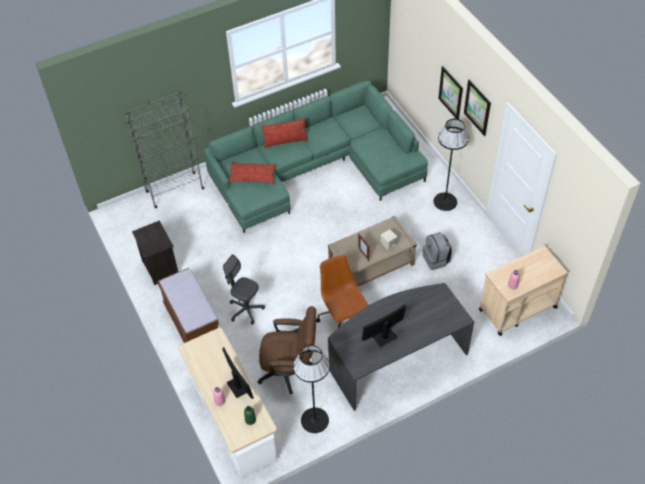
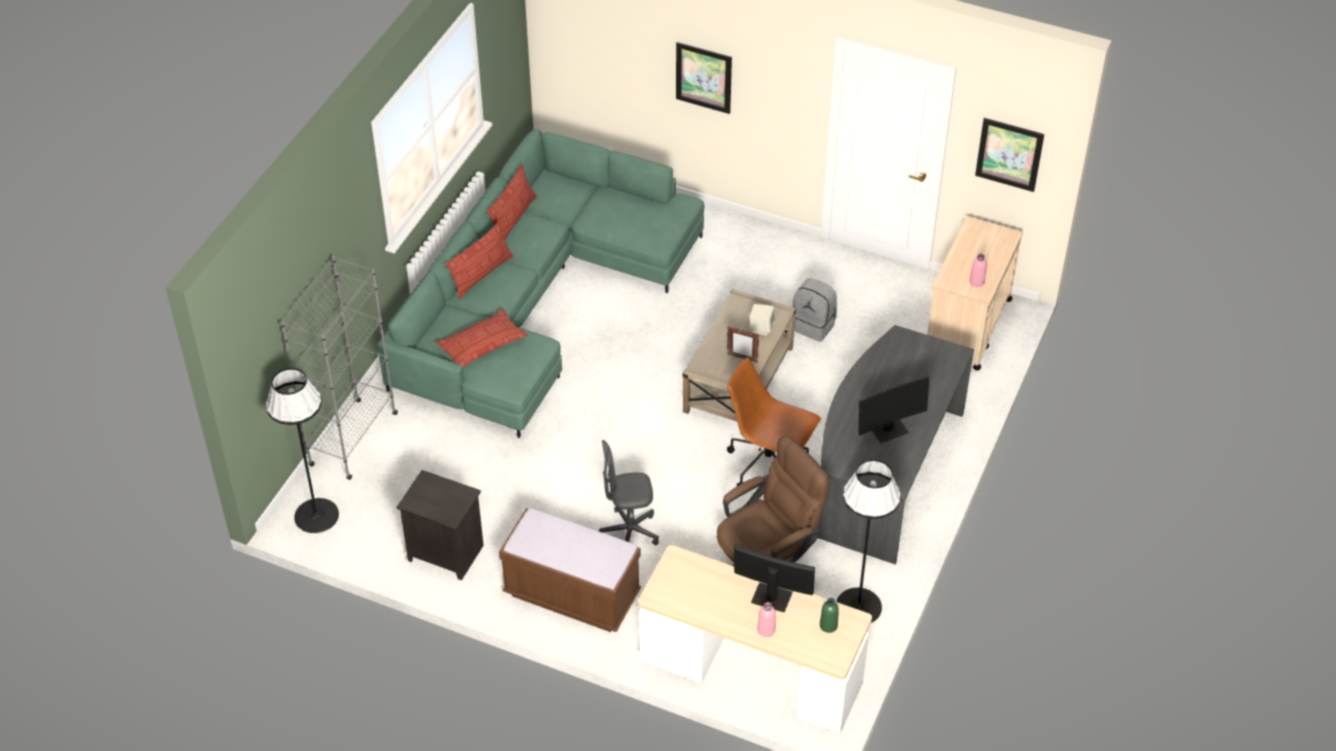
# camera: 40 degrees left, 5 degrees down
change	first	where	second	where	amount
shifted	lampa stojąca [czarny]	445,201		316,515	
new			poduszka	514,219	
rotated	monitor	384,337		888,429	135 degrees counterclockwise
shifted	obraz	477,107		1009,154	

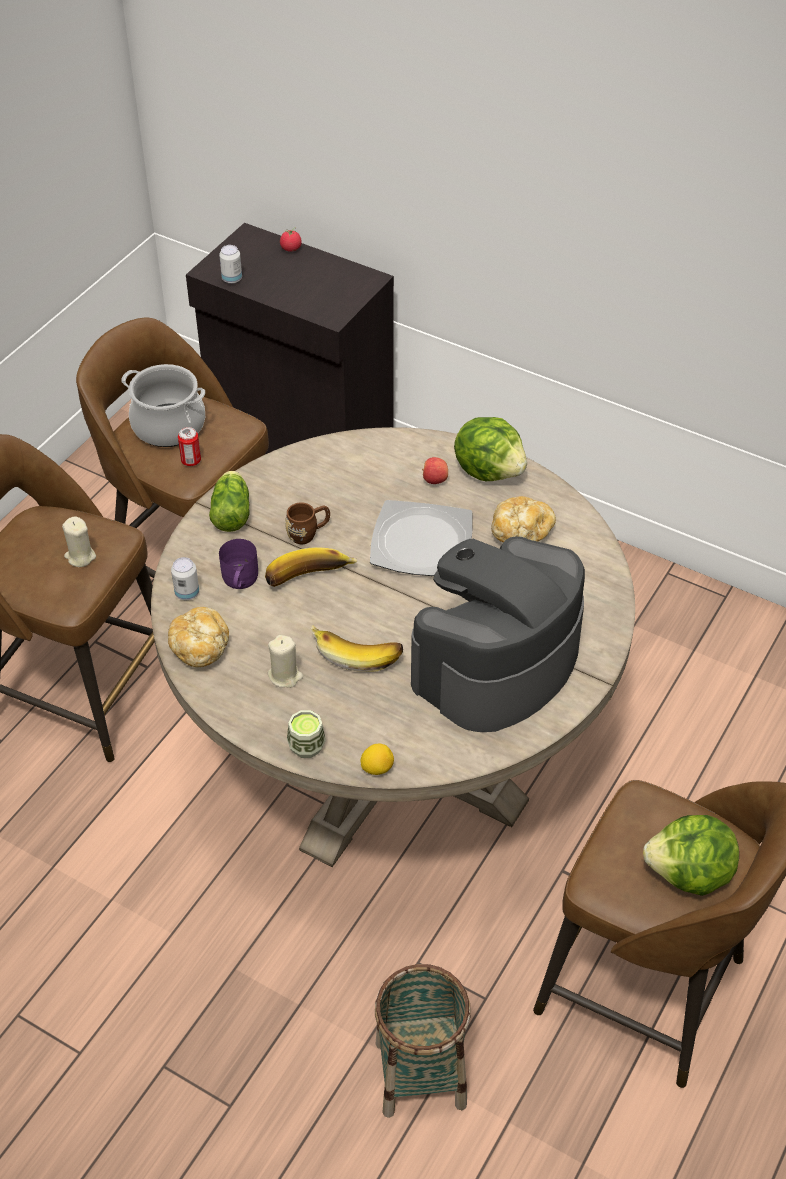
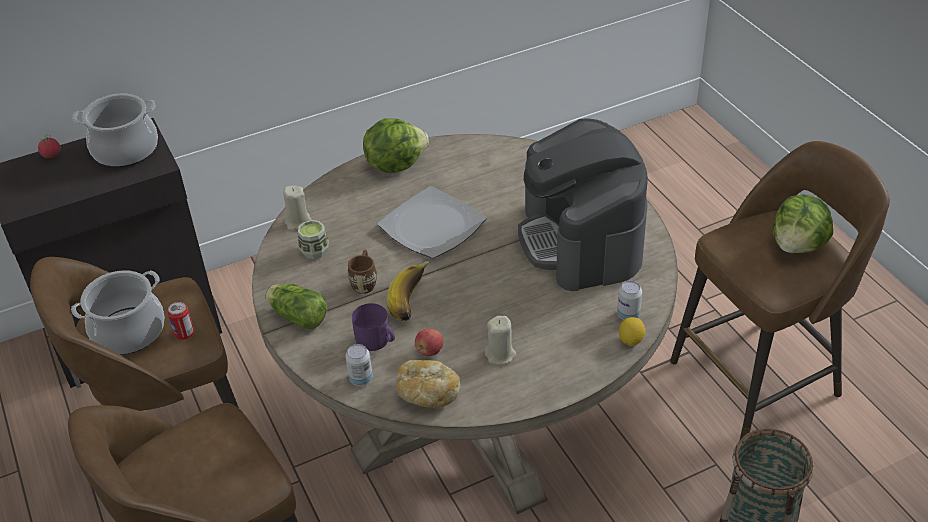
# camera: 55 degrees left, 5 degrees down
change	first	where	second	where	amount
new			garnek	126,150	
shifted	świeca [beżowy]	80,556		298,222	
shifted	filiżanka	306,746		314,251	
shifted	jabłko	434,480		429,351	
shifted	puszka	232,279		628,315	
gone	banan	358,652			
gone	chleb	521,532			

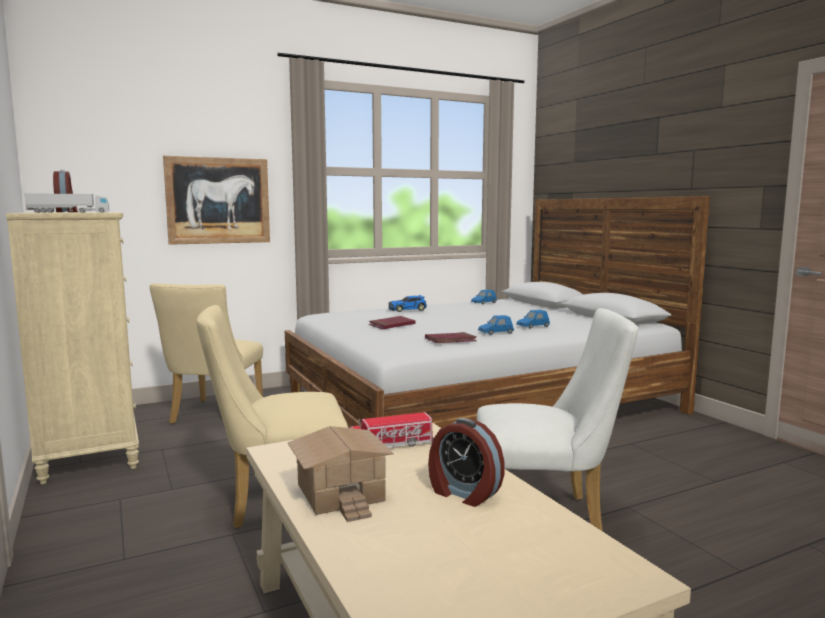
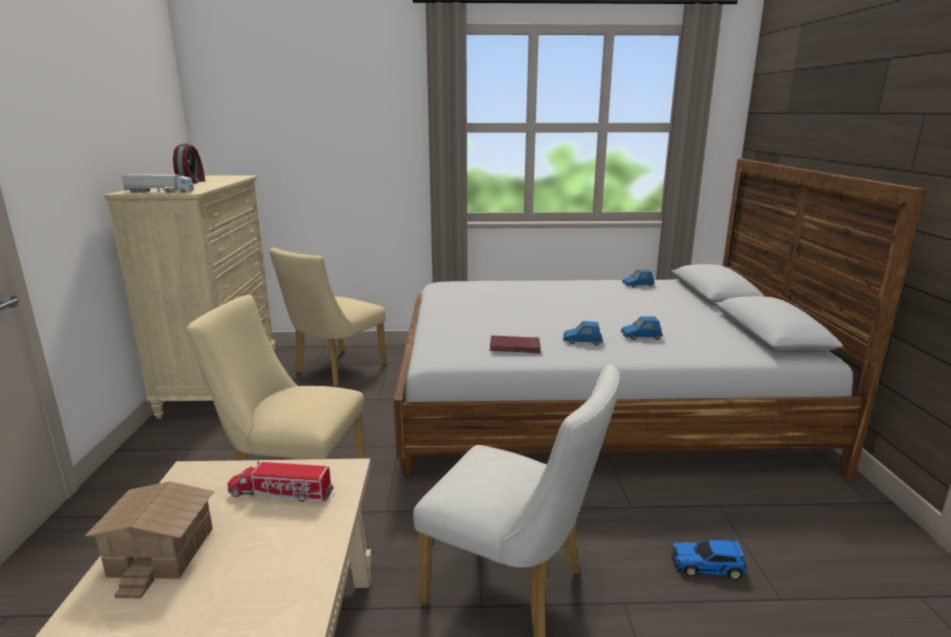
# camera: 25 degrees right, 10 degrees up
change	first	where	second	where	amount
shifted	samochodzik	408,310		708,566	
gone	obraz	218,200			
gone	książka [czerwony]	392,325			
gone	budzik	463,493			

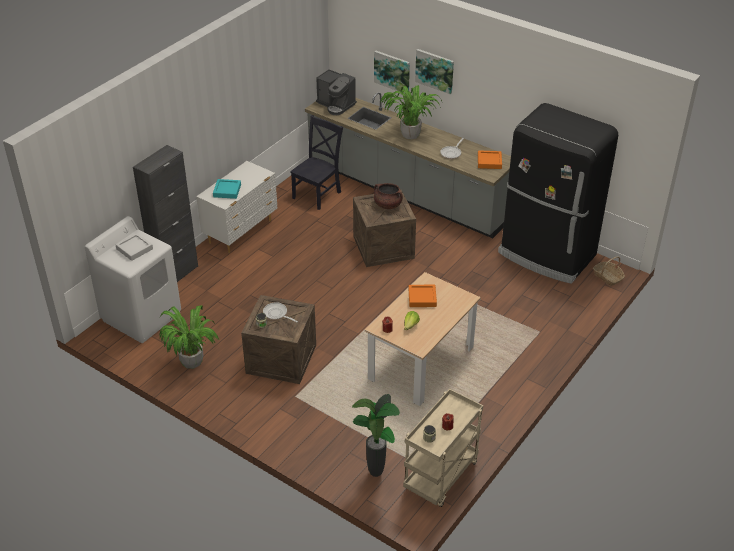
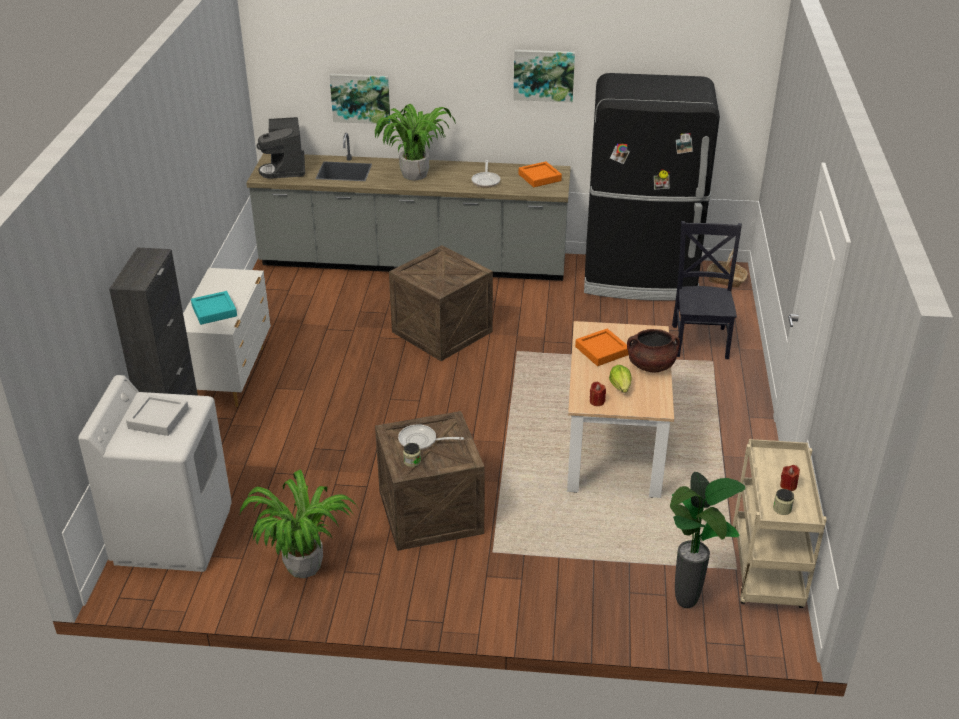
# camera: 30 degrees left, 5 degrees down
change	first	where	second	where	amount
rotated	ekspres do kawy	336,105		286,168	75 degrees clockwise
shifted	obraz	435,70		543,75	
shifted	garnek [brązowy]	387,205		651,366	
shifted	krzesło [czarny]	318,194		700,339	

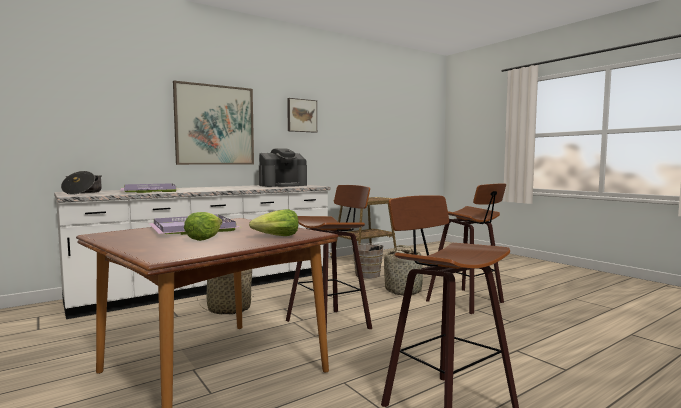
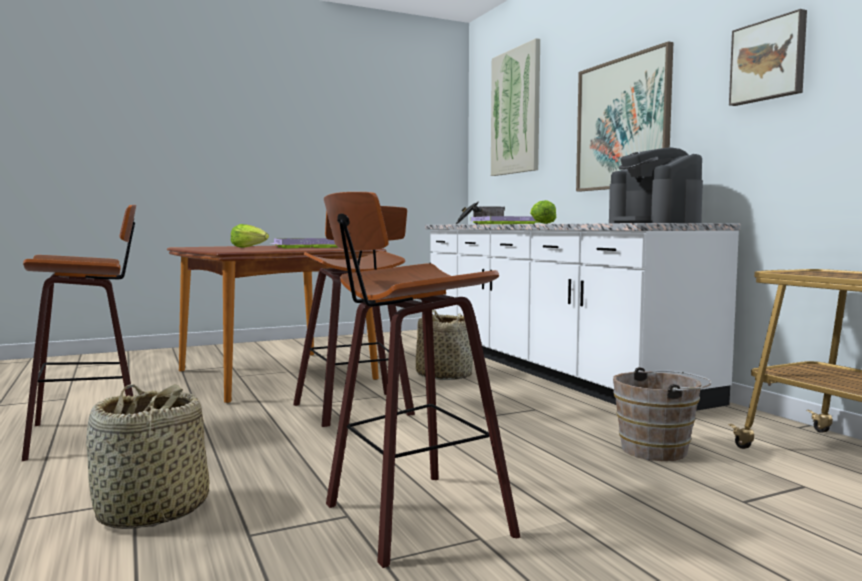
# camera: 100 degrees right, 0 degrees up
change	first	where	second	where	amount
shifted	koszyk	403,291		151,511	
new			obraz	516,111	
shifted	sałata	277,236		541,223	

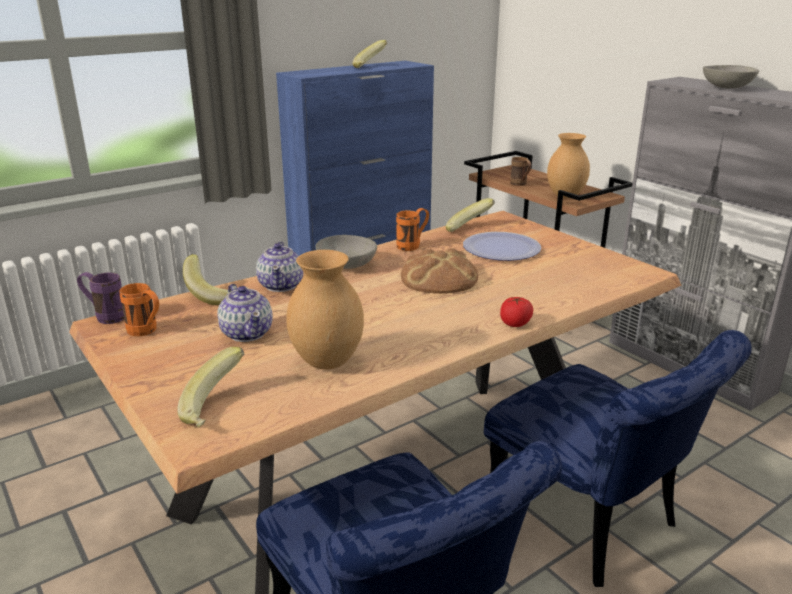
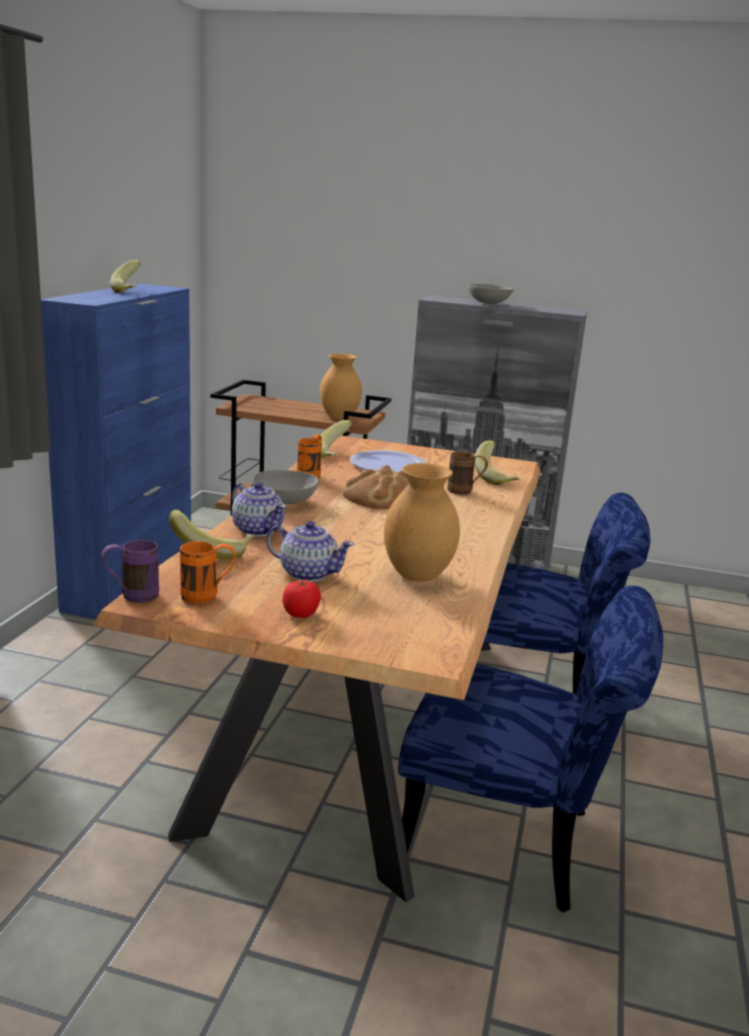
# camera: 40 degrees left, 5 degrees down
change	first	where	second	where	amount
shifted	pomidor	515,323		300,613	
shifted	kubek [brązowy]	520,184		465,492	
shifted	banan	216,409		497,478	

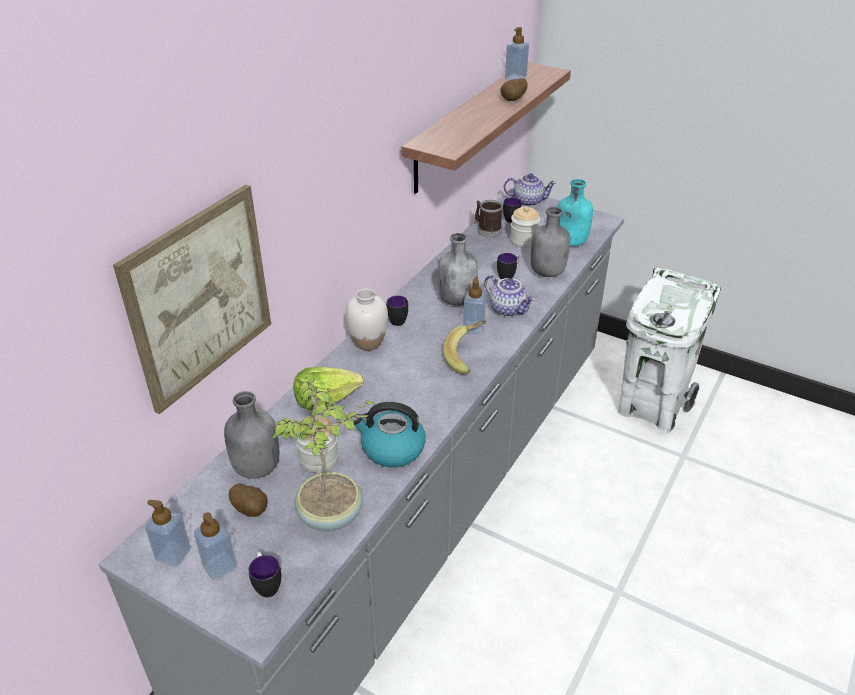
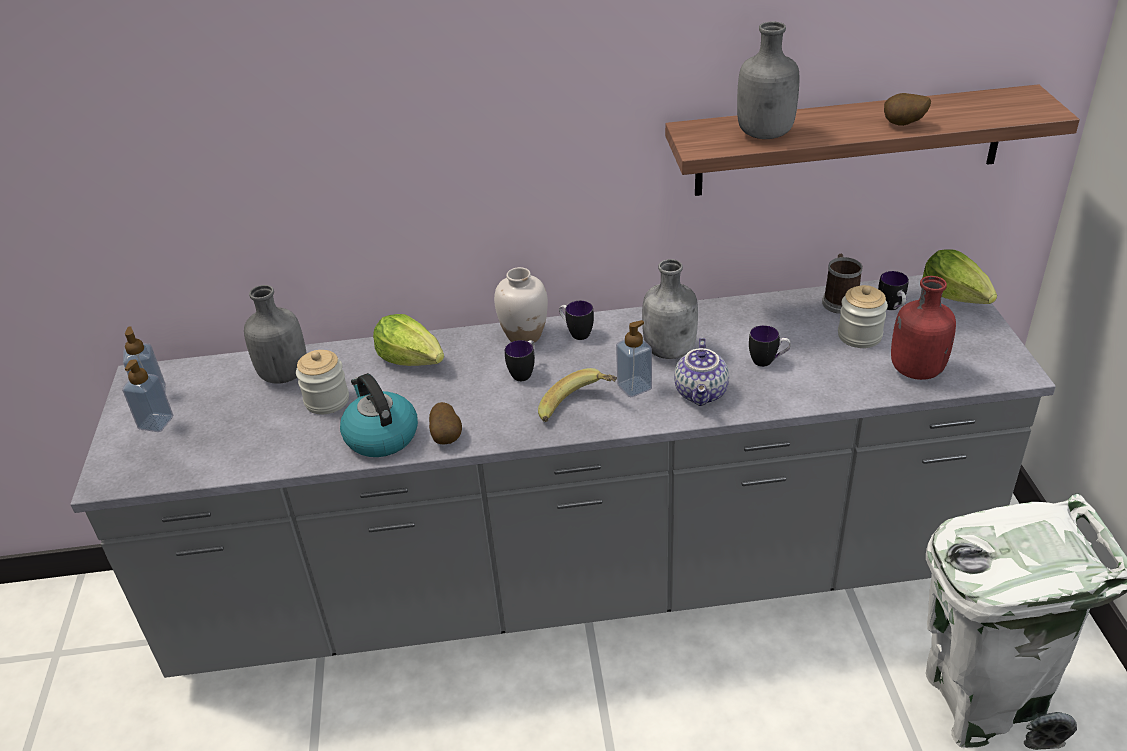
# camera: 55 degrees right, 0 degrees up
change	first	where	second	where	amount
shifted	ziemniak	251,509		447,437	
shifted	kubek	266,584		524,372	
shifted	butelka [szary]	548,272		766,134	
repainted	butelka [turkusowy]	570,242	butelka [czerwony]	915,370	
swapped	imbryk	528,201	sałata	956,296	
gone	obraz	200,297			
gone	roślina doniczkowa	331,516			
gone	dozownik mydła	515,78			

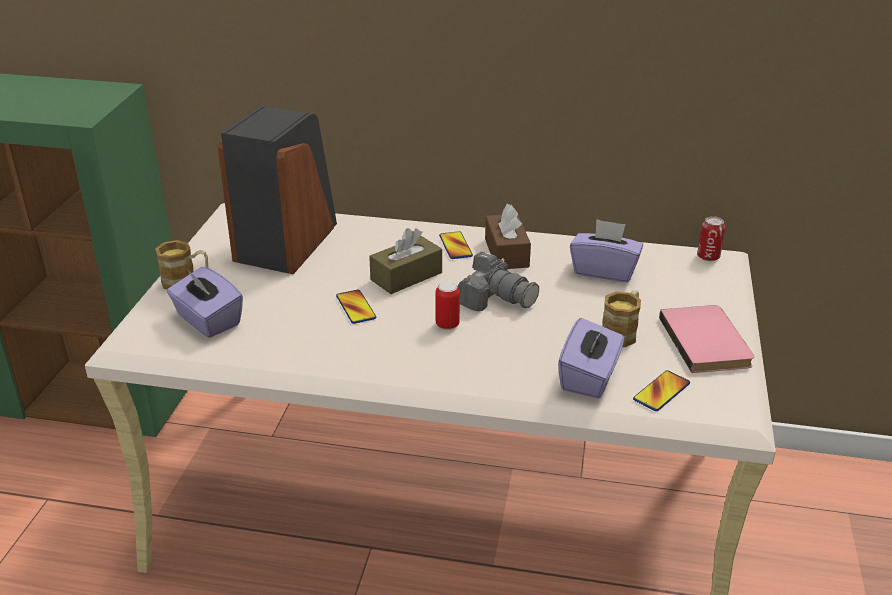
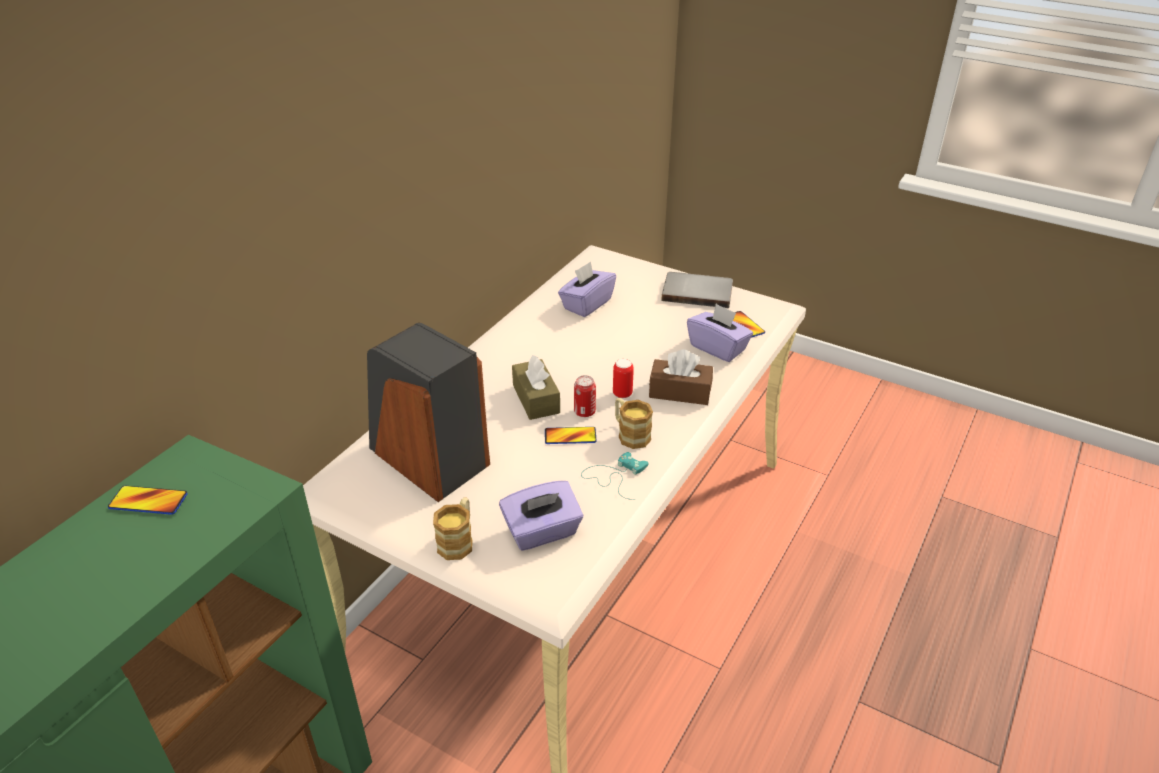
# camera: 70 degrees left, 5 degrees up
change	first	where	second	where	amount
shifted	telefon	455,246		148,501	
shifted	puszka	708,257		584,412	
new			pad do gier [turkusowy]	614,476	
shifted	kubek	622,332		630,434	
shifted	pudełko chusteczek [brązowy]	506,253		680,392	
repainted	książka [różowy]	708,342	książka [szary]	697,291	
gone	aparat fotograficzny	496,298			

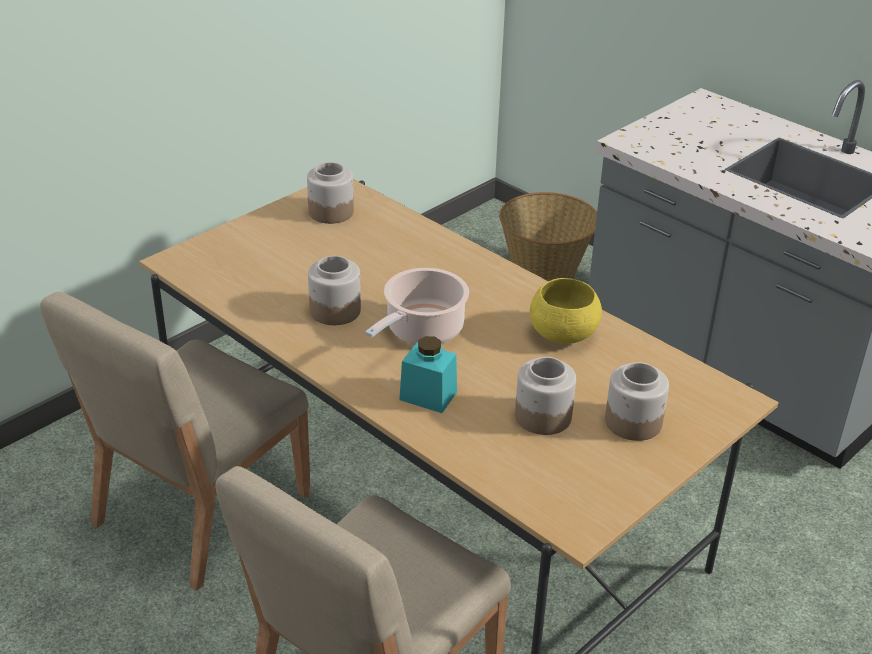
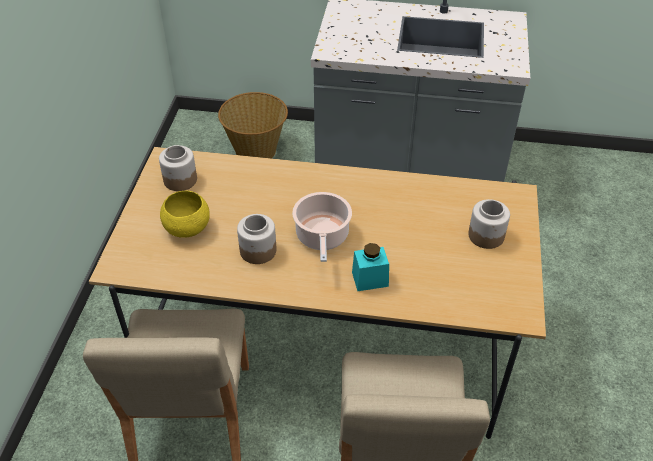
# camera: 35 degrees left, 10 degrees up
change	first	where	second	where	amount
shifted	miska [żółty]	562,334		186,228	
gone	słoik	542,416			

